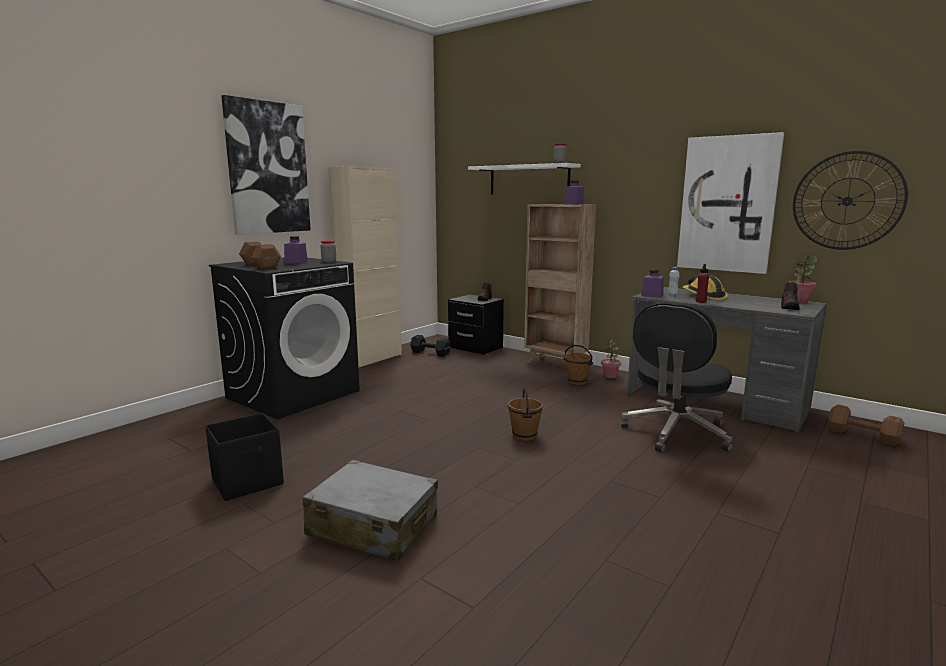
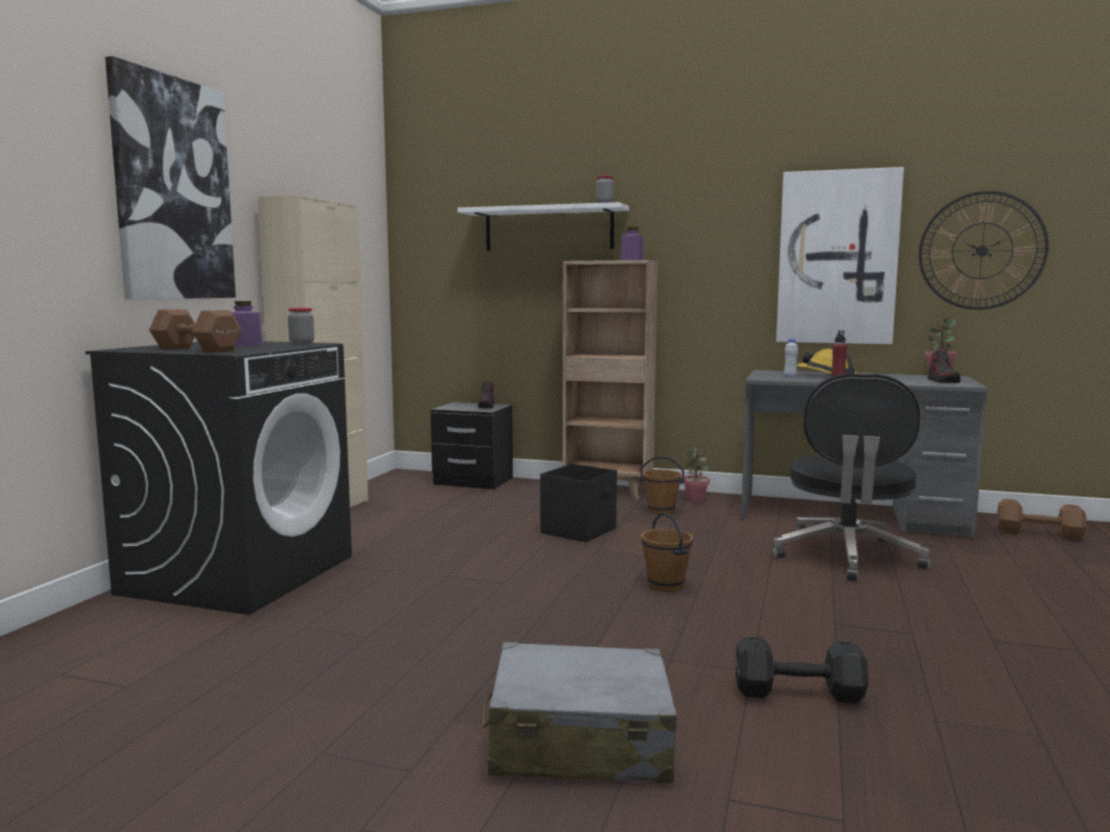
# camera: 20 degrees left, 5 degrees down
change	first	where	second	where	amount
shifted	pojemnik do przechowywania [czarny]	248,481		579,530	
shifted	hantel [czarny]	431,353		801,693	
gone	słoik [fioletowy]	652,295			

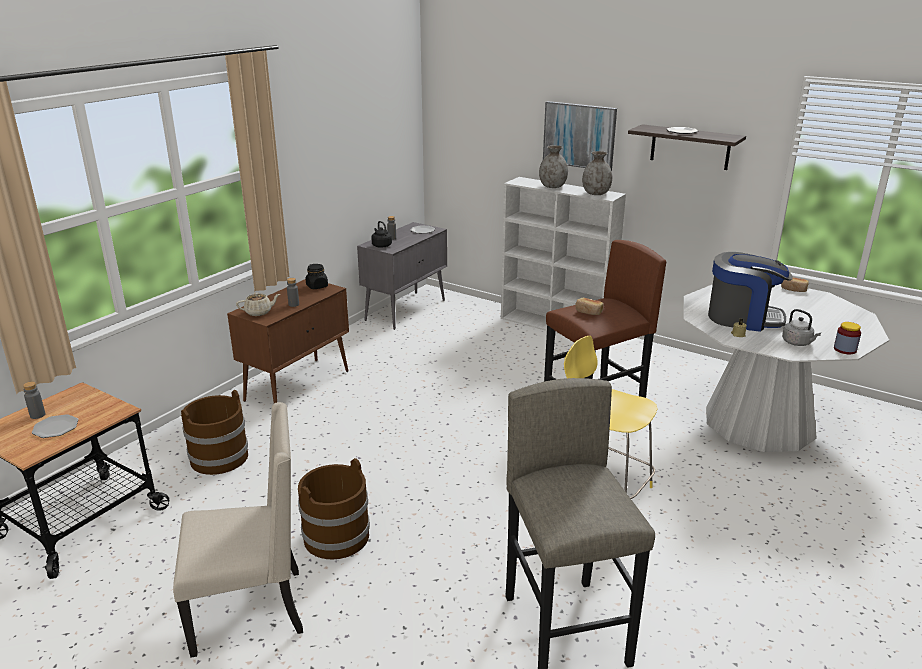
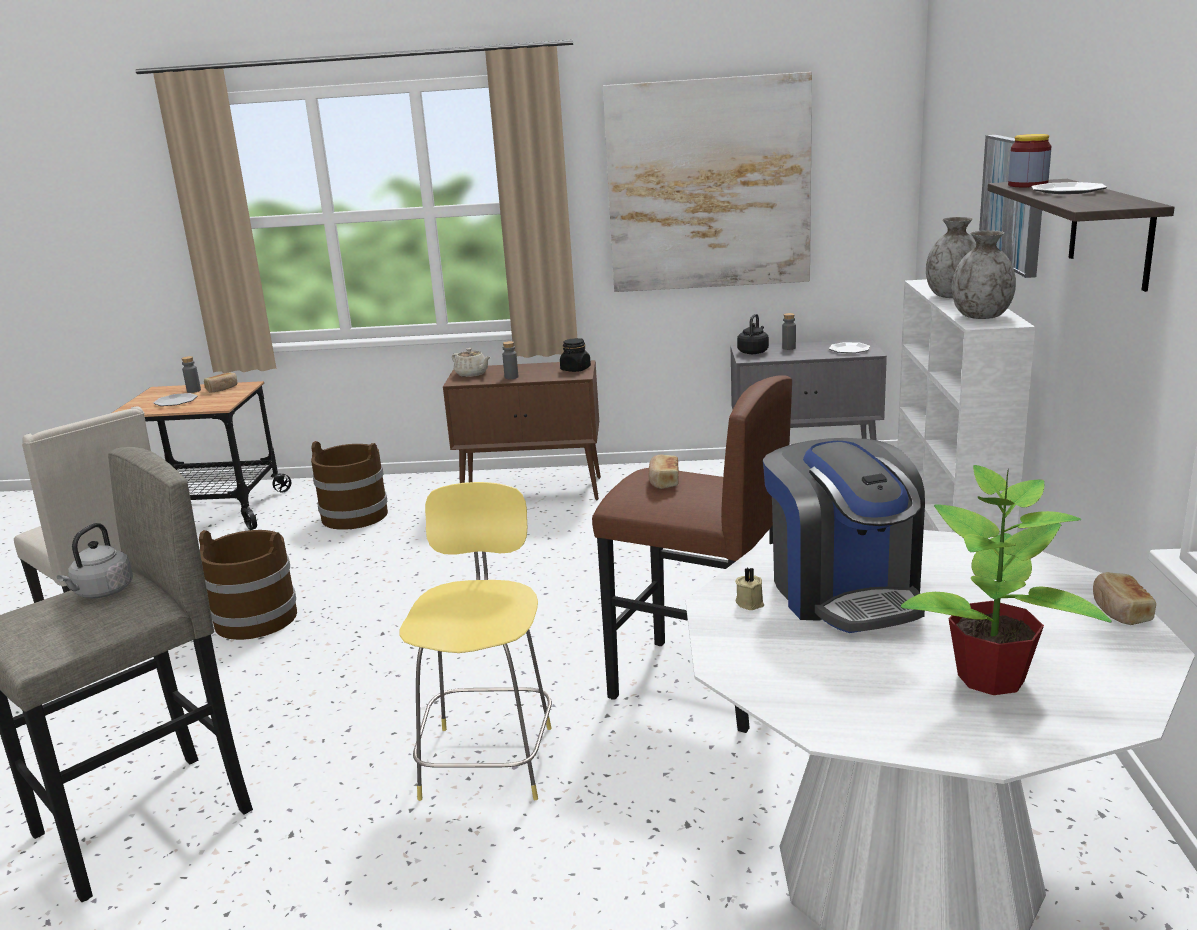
# camera: 60 degrees right, 5 degrees down
change	first	where	second	where	amount
shifted	czajnik [szary]	798,343		102,592	
new			chleb	222,388	
new			obraz	708,185	
new			roślina doniczkowa	991,679	
shifted	słoik	845,349		1027,185	

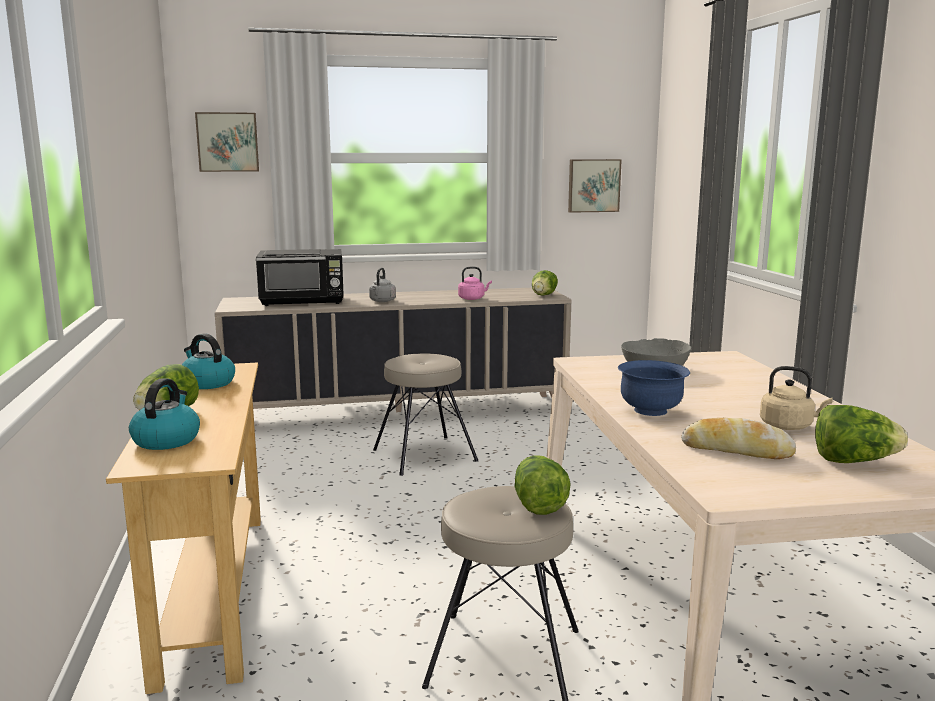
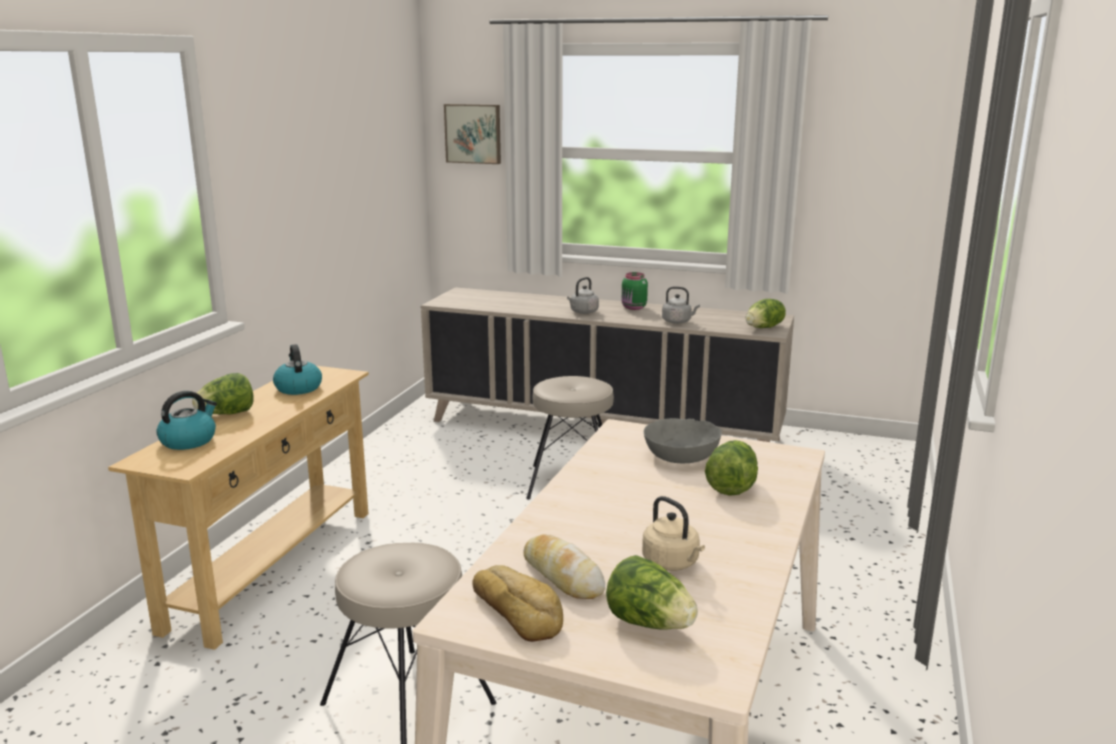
# camera: 30 degrees right, 5 degrees up
change	first	where	second	where	amount
new			chleb	517,610	
new			słoik [zielony]	633,308	
repainted	czajnik [różowy]	473,298	czajnik [szary]	678,321	
shifted	sałata	538,505		731,486	
gone	mikrofalówka [czarny]	303,302			
gone	obraz	593,185			
gone	miska [niebieski]	651,411			

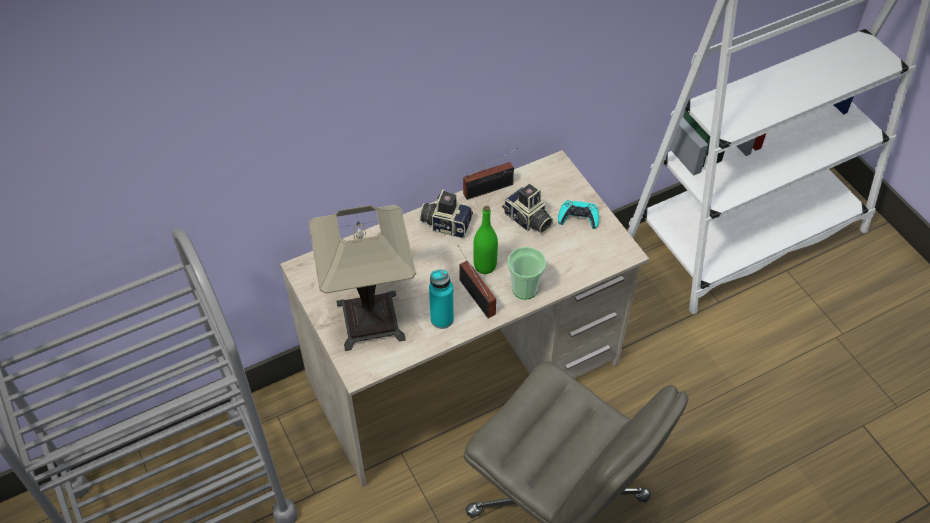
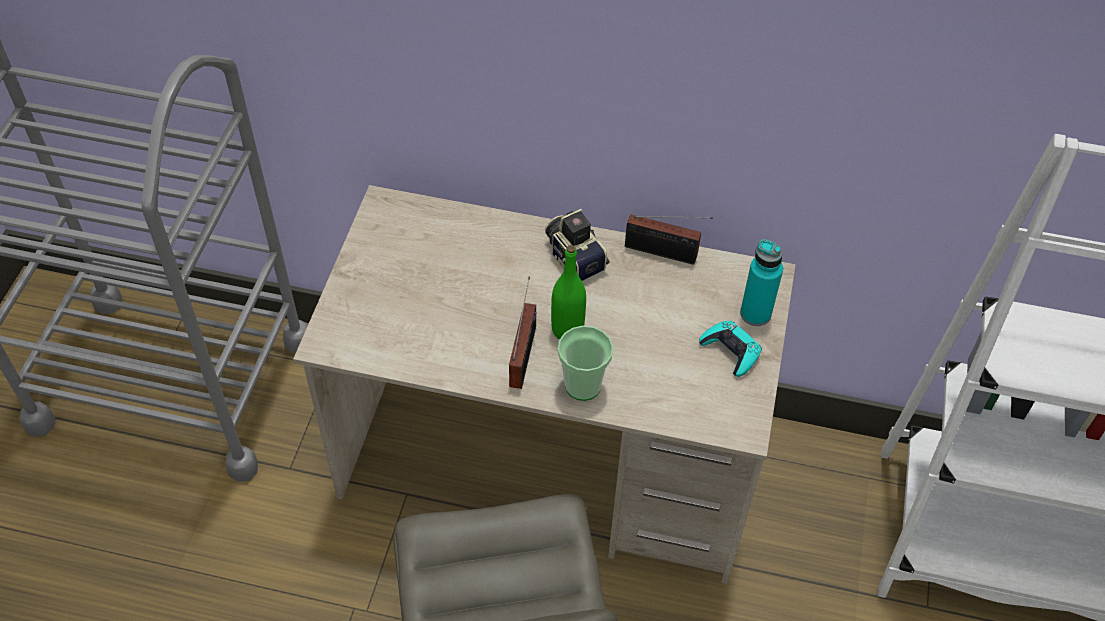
# camera: 40 degrees right, 0 degrees up
change	first	where	second	where	amount
shifted	butelka [turkusowy]	442,319		755,314	
gone	lampa stołowa	370,320			
gone	aparat fotograficzny	527,220			

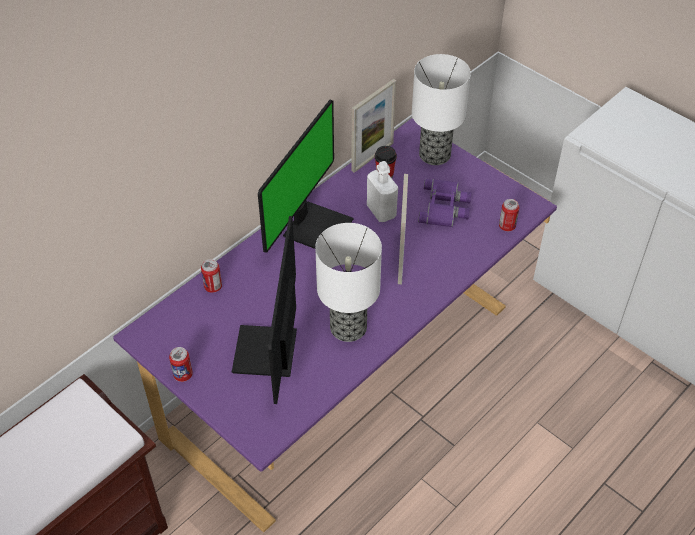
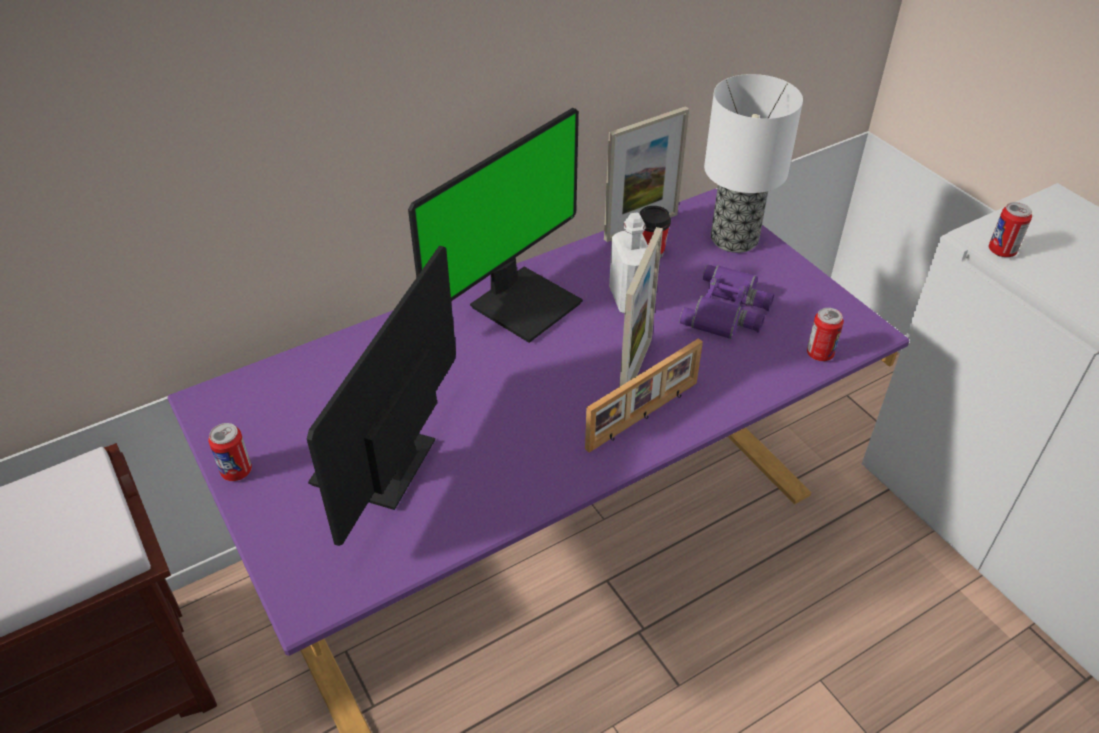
# camera: 15 degrees right, 5 degrees down
change	first	where	second	where	amount
new			ramka na zdjęcie	644,416	
shifted	puszka	213,287		1001,251	
gone	lampa stołowa	348,328			

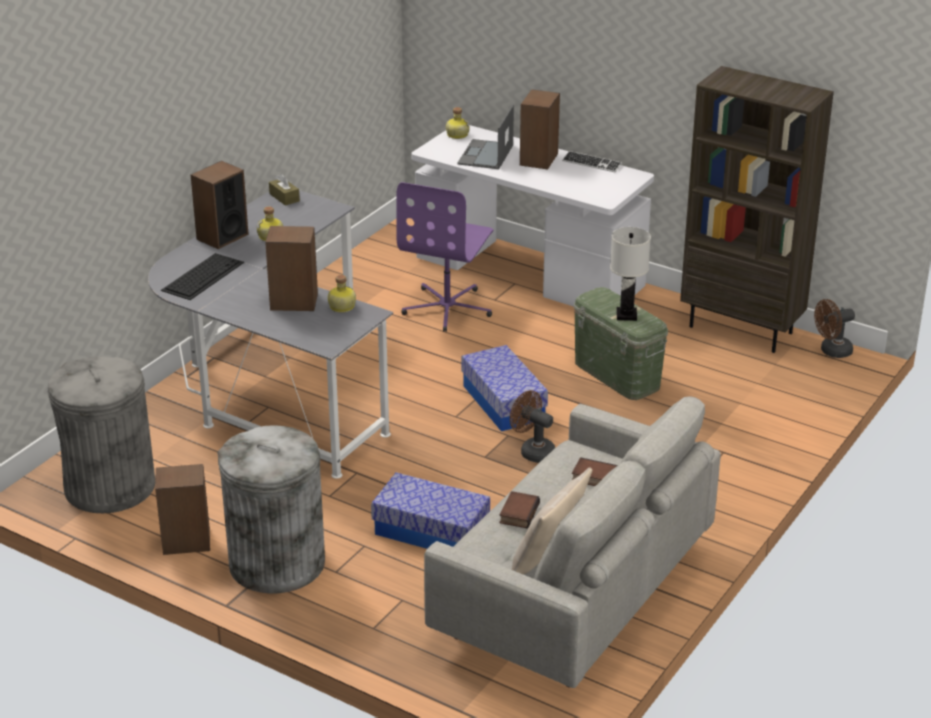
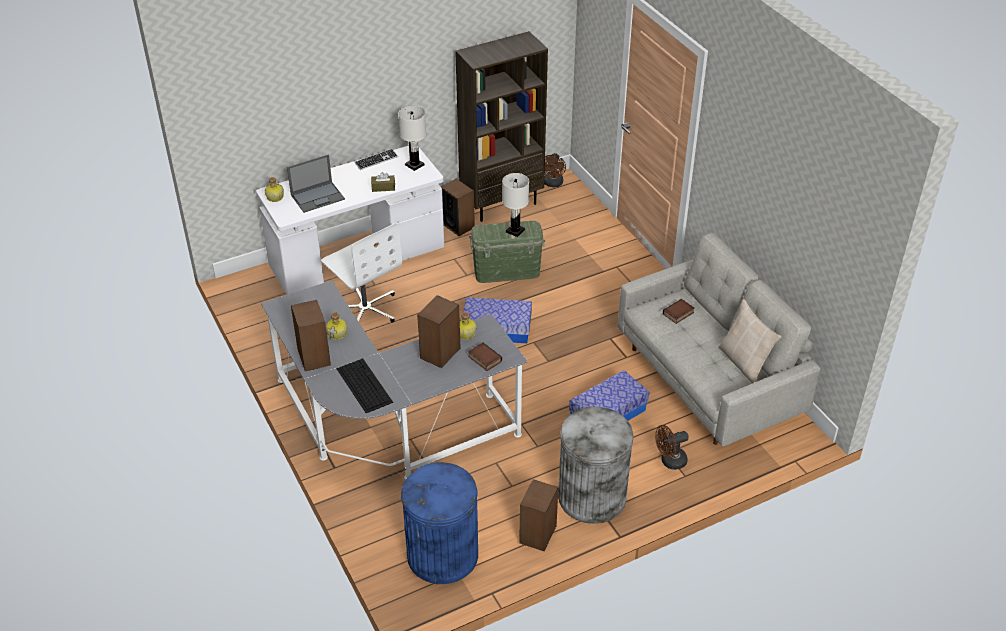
# camera: 60 degrees left, 10 degrees up
change	first	where	second	where	amount
rotated	laptop	485,155		318,197	75 degrees counterclockwise
repainted	krzesło biurowe [fioletowy]	448,308	krzesło biurowe [biały]	365,309	
shifted	pudełko chusteczek [brązowy]	284,197		383,187	
new			lampa stołowa [biały]	414,165	
repainted	kosz na śmieci [szary]	109,486	kosz na śmieci [niebieski]	442,555	
shifted	głośnik	539,159		458,225	
shifted	książka	518,513		484,359	
shifted	wentylator [brązowy]	532,451		669,461	

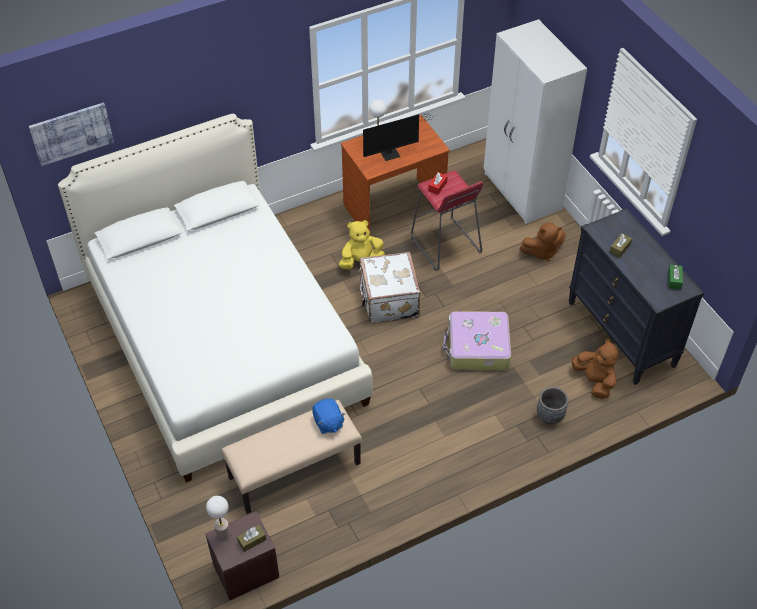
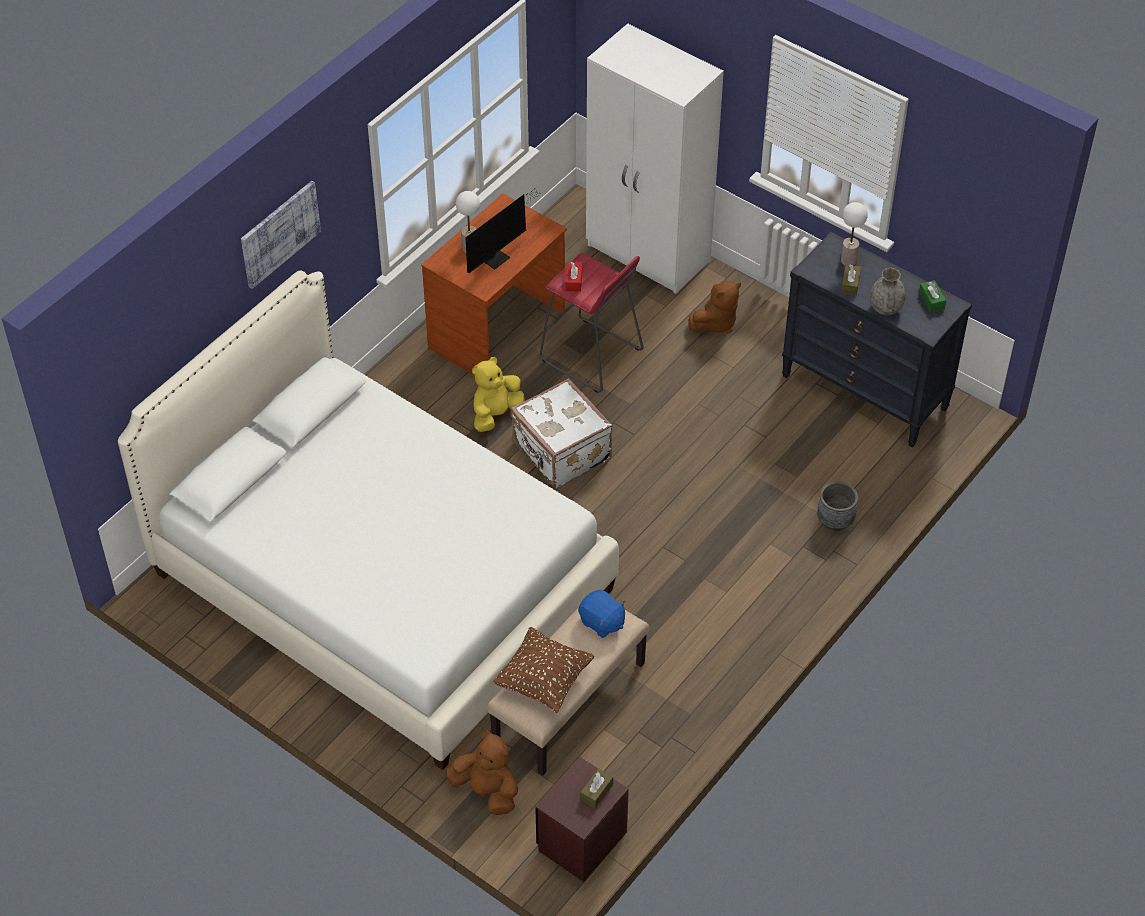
# camera: 25 degrees left, 0 degrees up
change	first	where	second	where	amount
shifted	obraz	71,133		279,233	
shifted	pluszak [brązowy]	594,381		486,791	
new			poduszka [brązowy]	544,681	
shifted	lampa stołowa	223,534		848,260	
new			wazon [szary]	885,308	
gone	walizka	477,347			

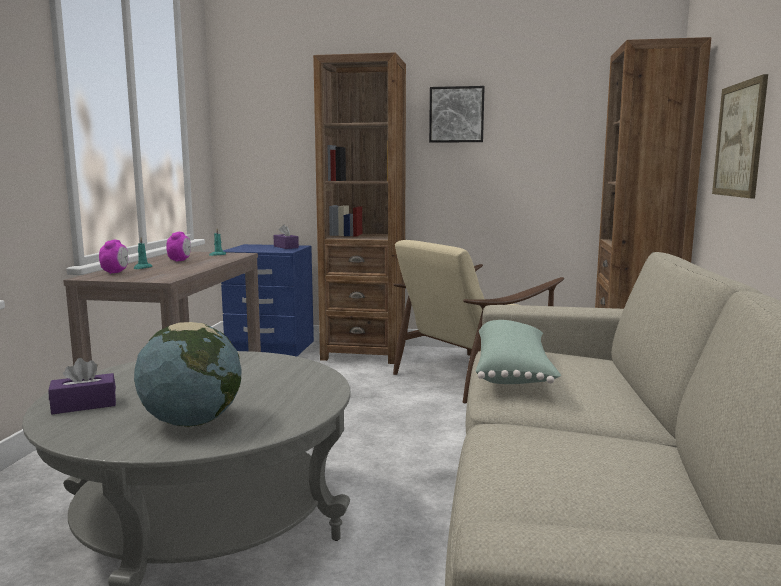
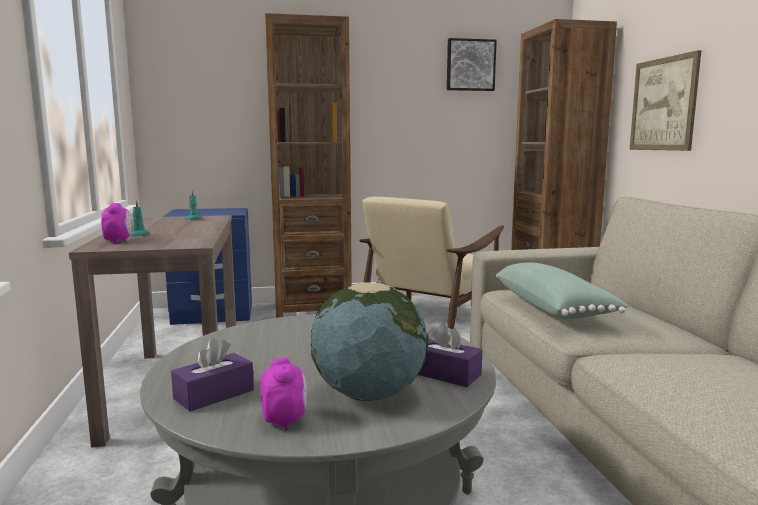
# camera: 20 degrees left, 0 degrees up
change	first	where	second	where	amount
shifted	budzik	180,261		285,421	
shifted	pudełko chusteczek [fioletowy]	286,247		445,374	
shifted	obraz	456,115		470,65	

